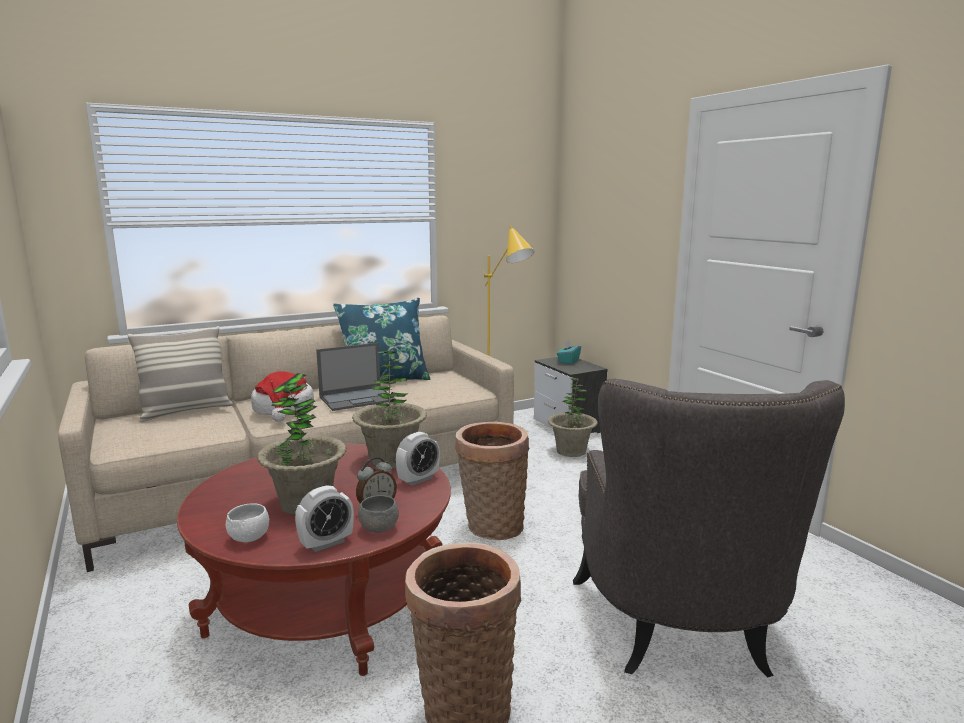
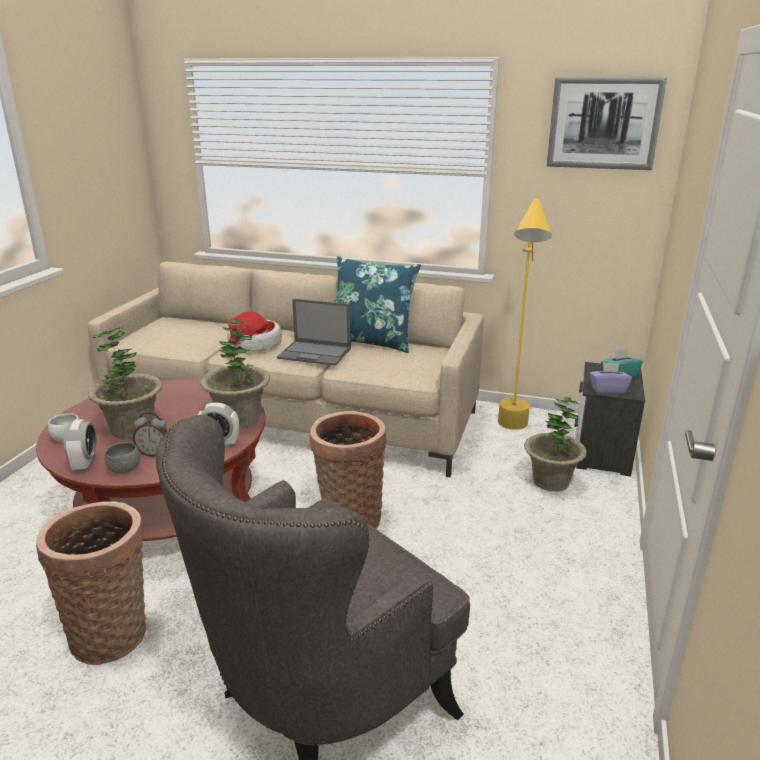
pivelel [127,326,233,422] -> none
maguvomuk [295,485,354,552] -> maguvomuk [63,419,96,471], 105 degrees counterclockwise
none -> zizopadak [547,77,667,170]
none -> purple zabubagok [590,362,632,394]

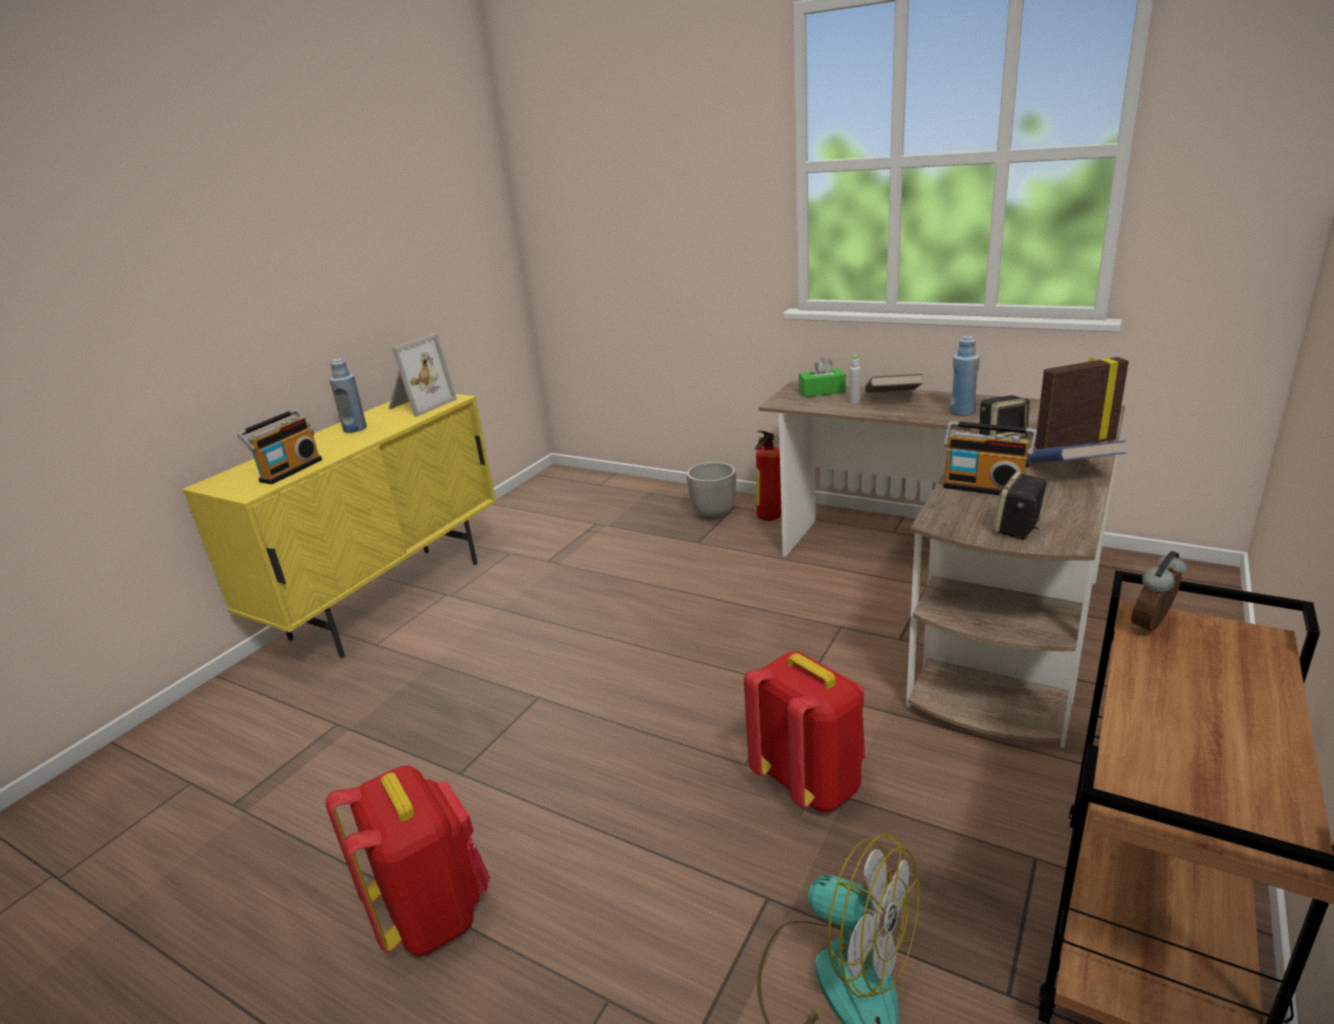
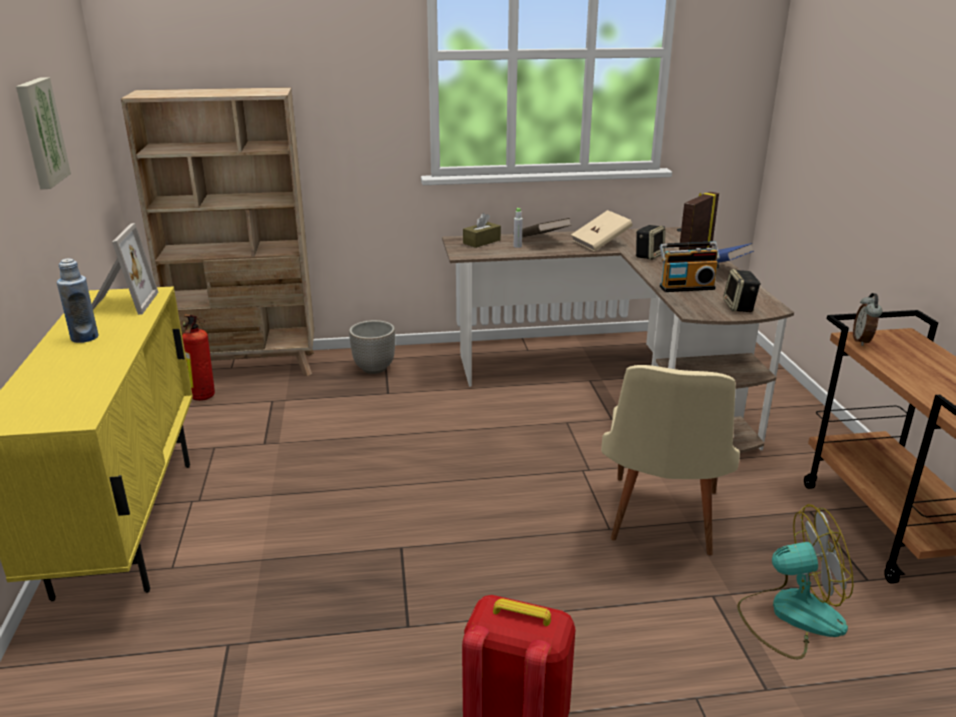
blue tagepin [950,336,980,416] -> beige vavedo [571,210,632,252]
green zabubagok [799,357,846,397] -> brown zabubagok [463,213,501,248]
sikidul [237,409,322,484] -> none
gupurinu [755,430,781,521] -> gupurinu [182,314,215,401], moved
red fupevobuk [744,651,865,813] -> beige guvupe [601,365,740,555]
none -> zizopadak [16,77,71,189]
none -> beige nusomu [121,87,314,376]

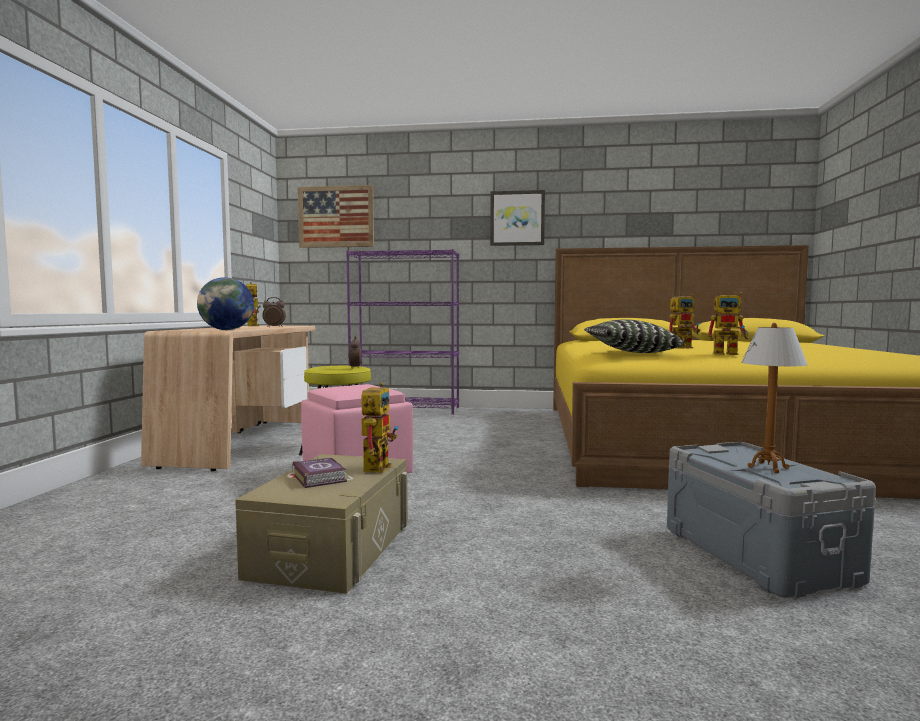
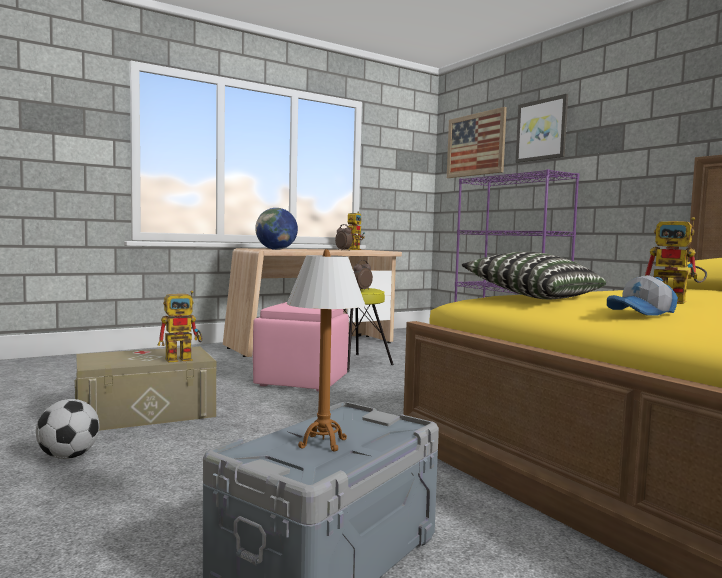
zizopadak [490,190,545,246] -> zizopadak [516,94,568,163], moved
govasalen [706,292,749,355] -> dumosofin [607,275,678,316]
vavedo [292,458,347,488] -> none
none -> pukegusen [36,399,99,459]

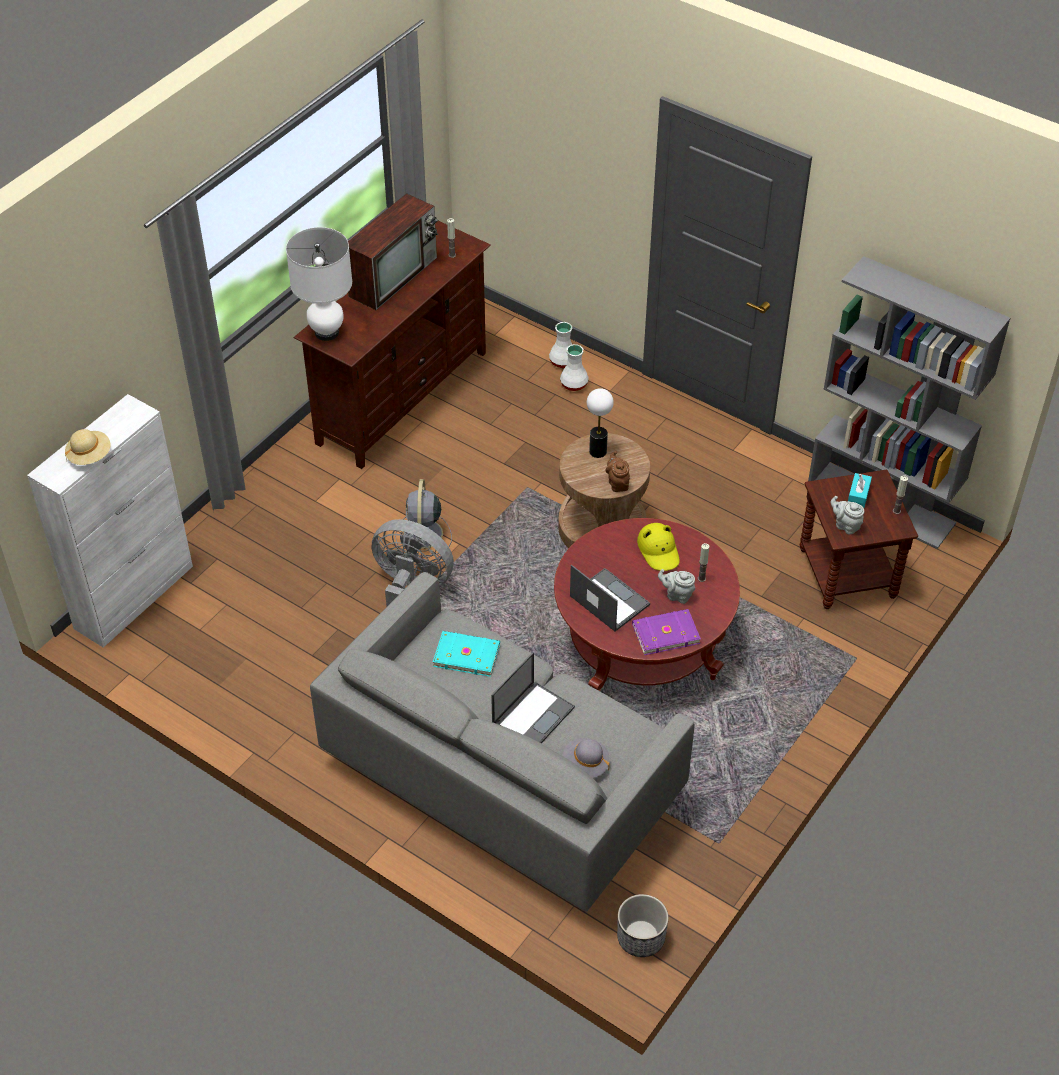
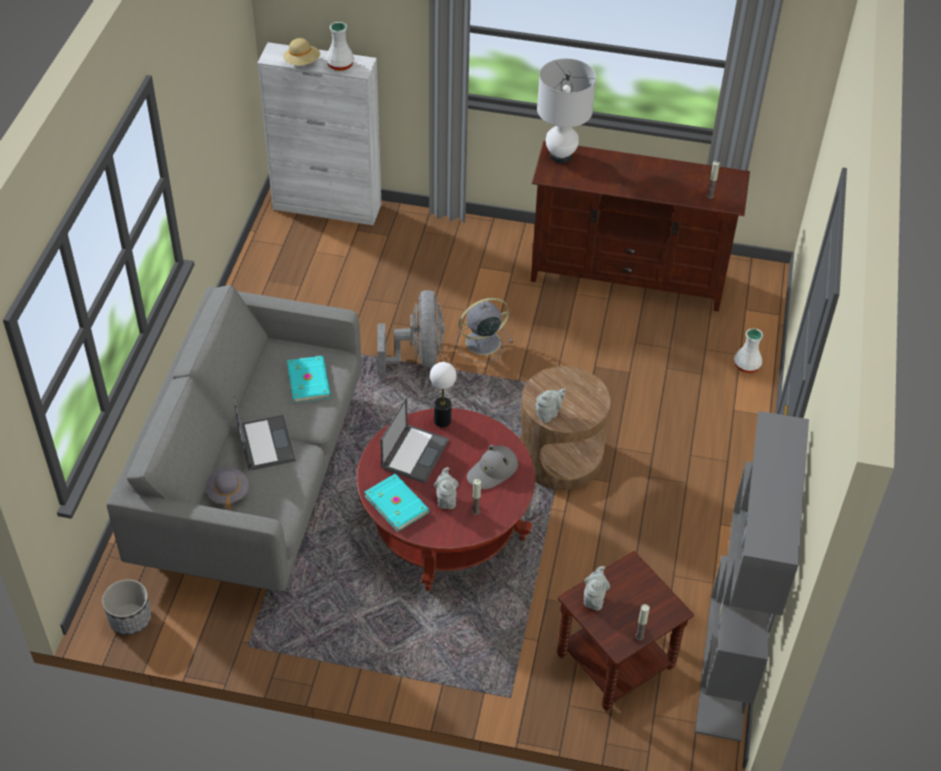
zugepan [348,193,439,310] -> none
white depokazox [560,344,589,391] -> white depokazox [326,22,354,71], moved
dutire [587,388,614,458] -> dutire [430,362,457,427], moved
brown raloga [605,451,630,492] -> grey raloga [536,388,566,423]
turquoise zabubagok [848,473,872,508] -> none
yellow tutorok [637,523,680,571] -> grey tutorok [467,445,518,489]
purple vavedo [632,609,701,655] -> turquoise vavedo [365,474,430,532]
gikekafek [491,652,575,743] -> gikekafek [234,397,296,471], 120 degrees counterclockwise

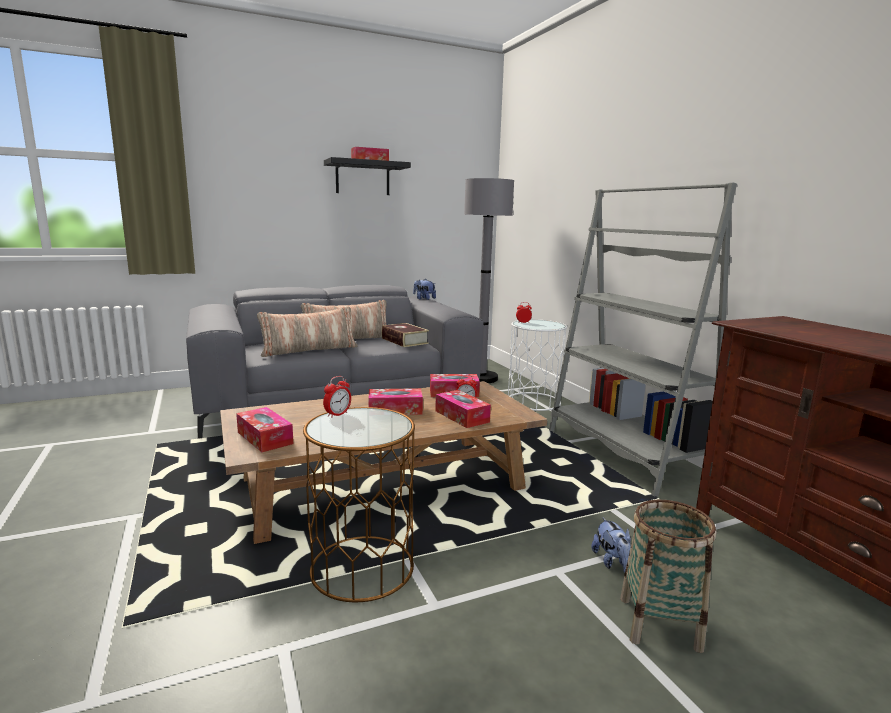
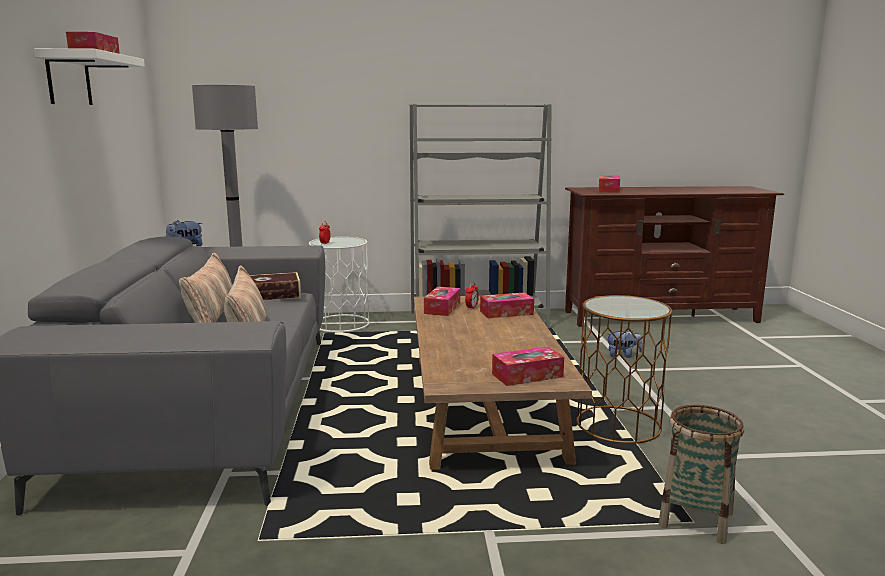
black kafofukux [324,157,411,195] -> white kafofukux [34,48,145,105]
maguvomuk [323,376,351,418] -> none
zabubagok [368,388,423,415] -> zabubagok [598,175,620,193], moved
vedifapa [620,500,716,653] -> vedifapa [659,405,744,544], moved

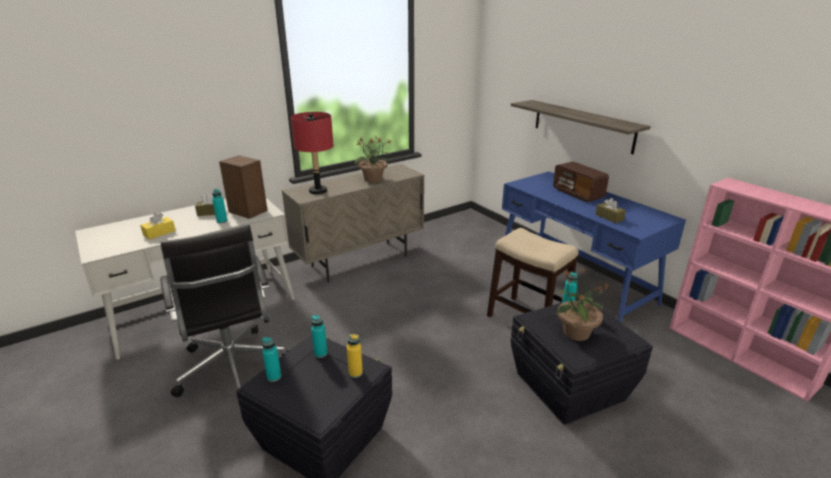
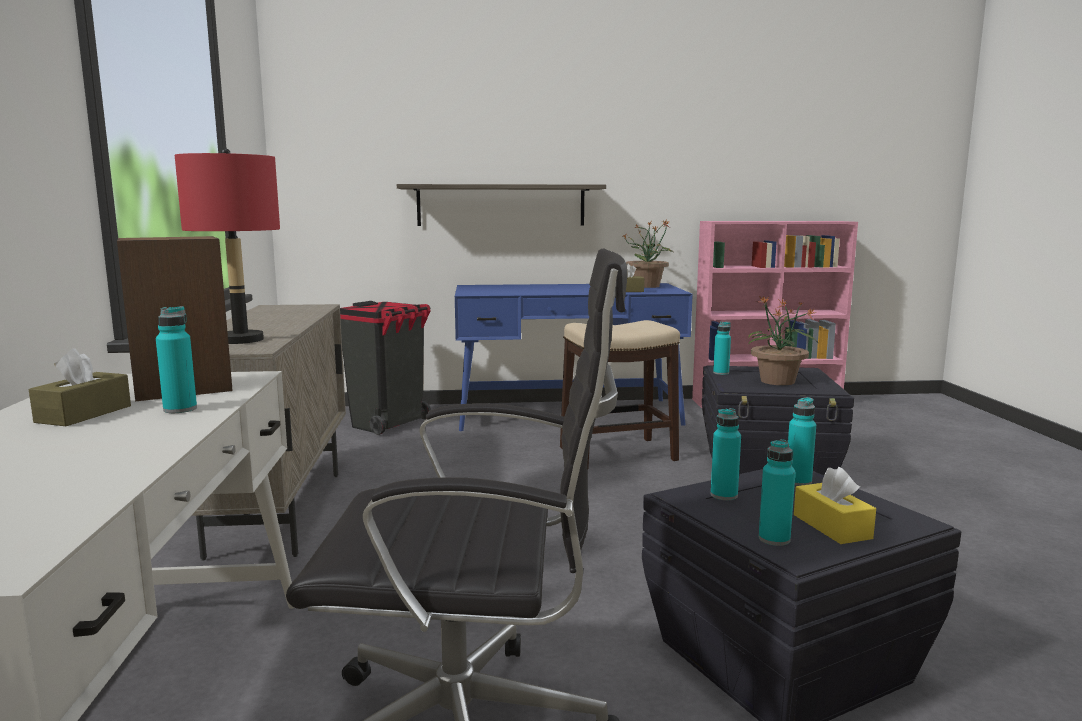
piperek [355,136,392,183] -> piperek [623,220,673,288], moved
sikidul [553,162,609,202] -> none
yellow zabubagok [140,213,176,239] -> yellow zabubagok [794,467,876,544], moved
yellow tagepin [347,334,363,378] -> turquoise tagepin [788,397,816,486]
none -> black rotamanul [340,301,431,435]

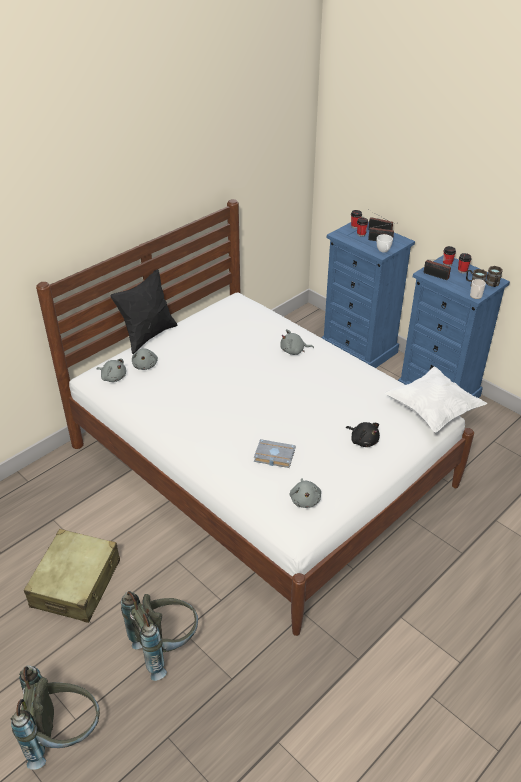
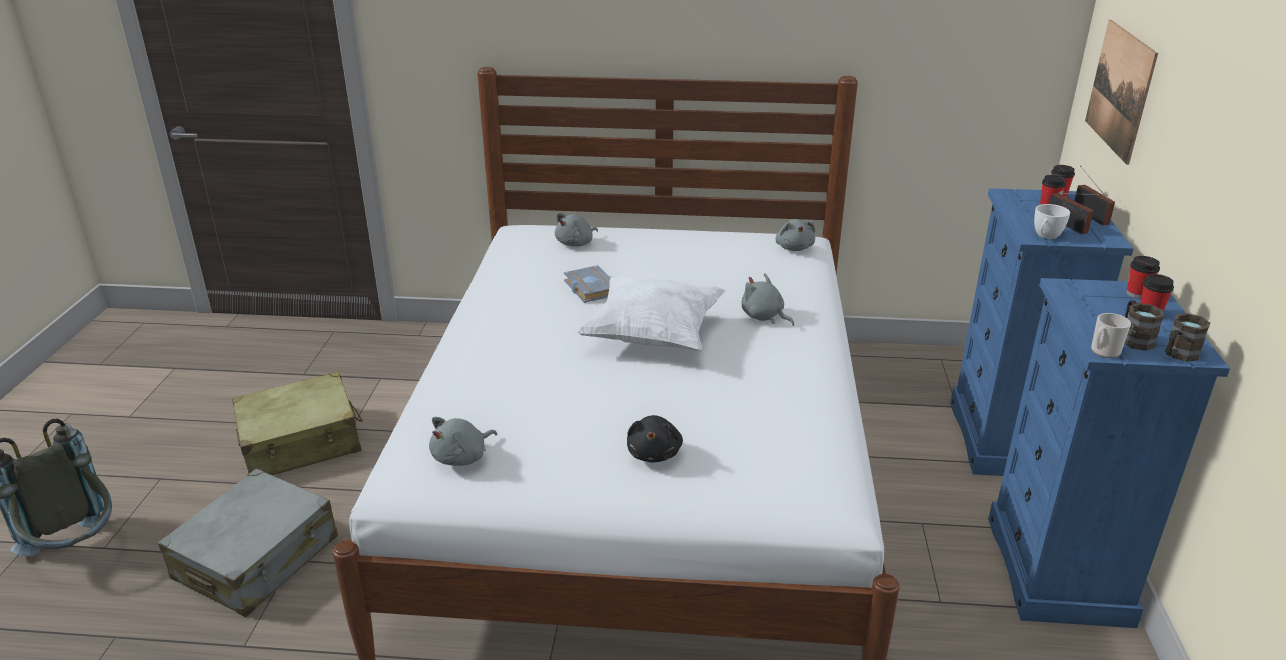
sikidul [424,260,451,280] -> none
black pivelel [110,269,177,354] -> none
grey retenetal [96,359,126,382] -> grey retenetal [775,219,815,251], moved
white pivelel [384,367,487,433] -> white pivelel [576,276,725,351], moved
grey vavedo [254,439,295,468] -> grey vavedo [564,265,610,303], moved
grey fupevobuk [121,591,198,681] -> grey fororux [158,469,338,617]
none -> zizopadak [1085,20,1158,165]

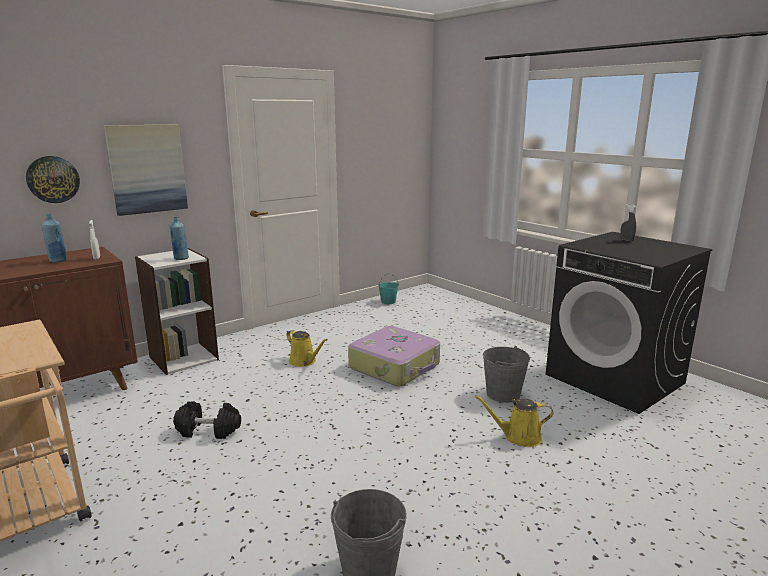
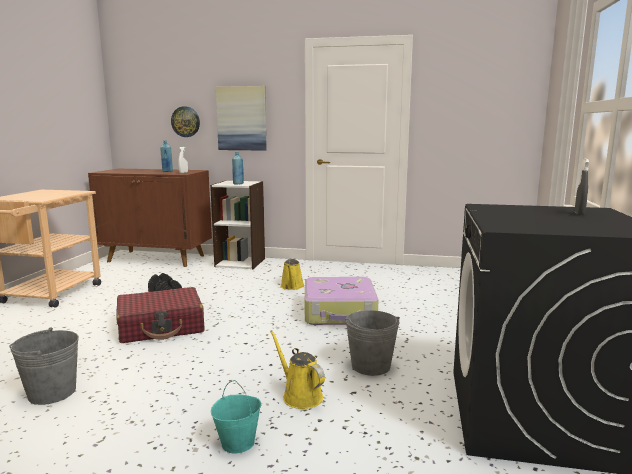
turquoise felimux [378,273,399,304] -> turquoise felimux [211,380,262,454], moved
none -> red fororux [117,287,205,343]

